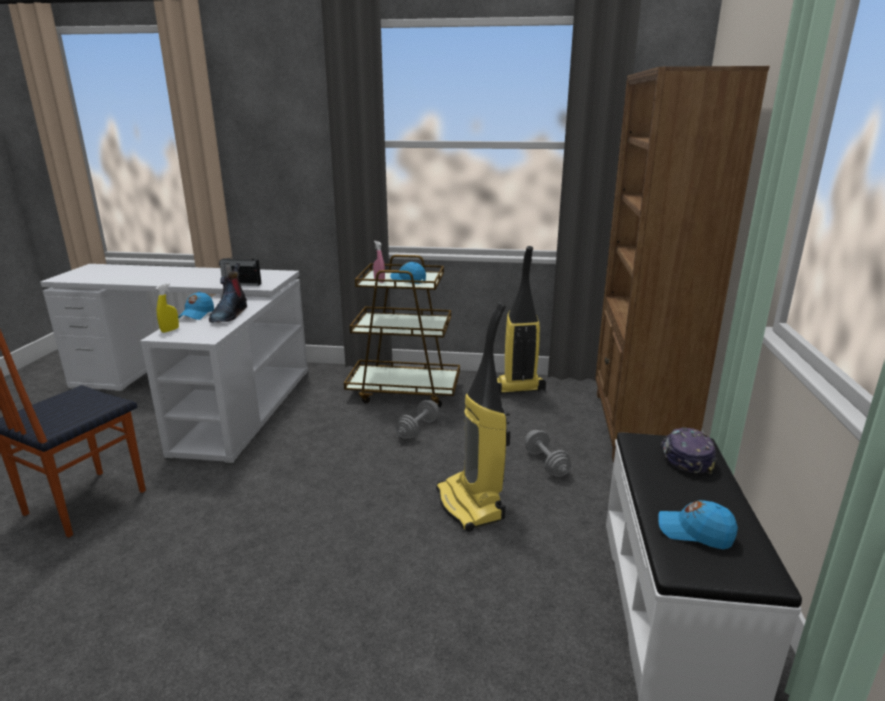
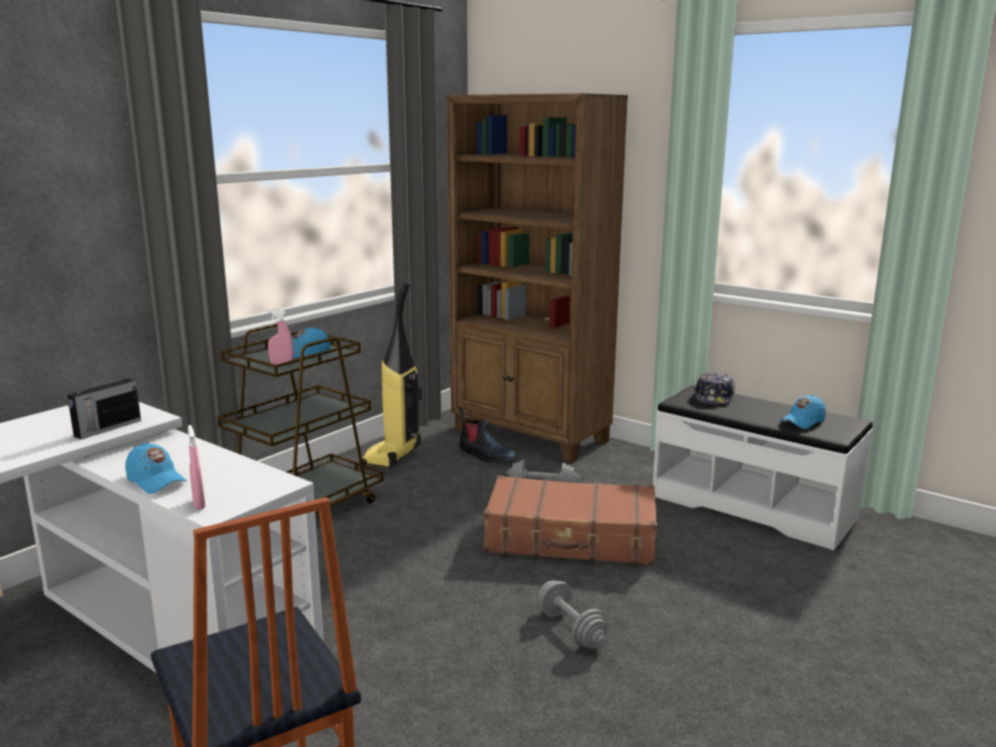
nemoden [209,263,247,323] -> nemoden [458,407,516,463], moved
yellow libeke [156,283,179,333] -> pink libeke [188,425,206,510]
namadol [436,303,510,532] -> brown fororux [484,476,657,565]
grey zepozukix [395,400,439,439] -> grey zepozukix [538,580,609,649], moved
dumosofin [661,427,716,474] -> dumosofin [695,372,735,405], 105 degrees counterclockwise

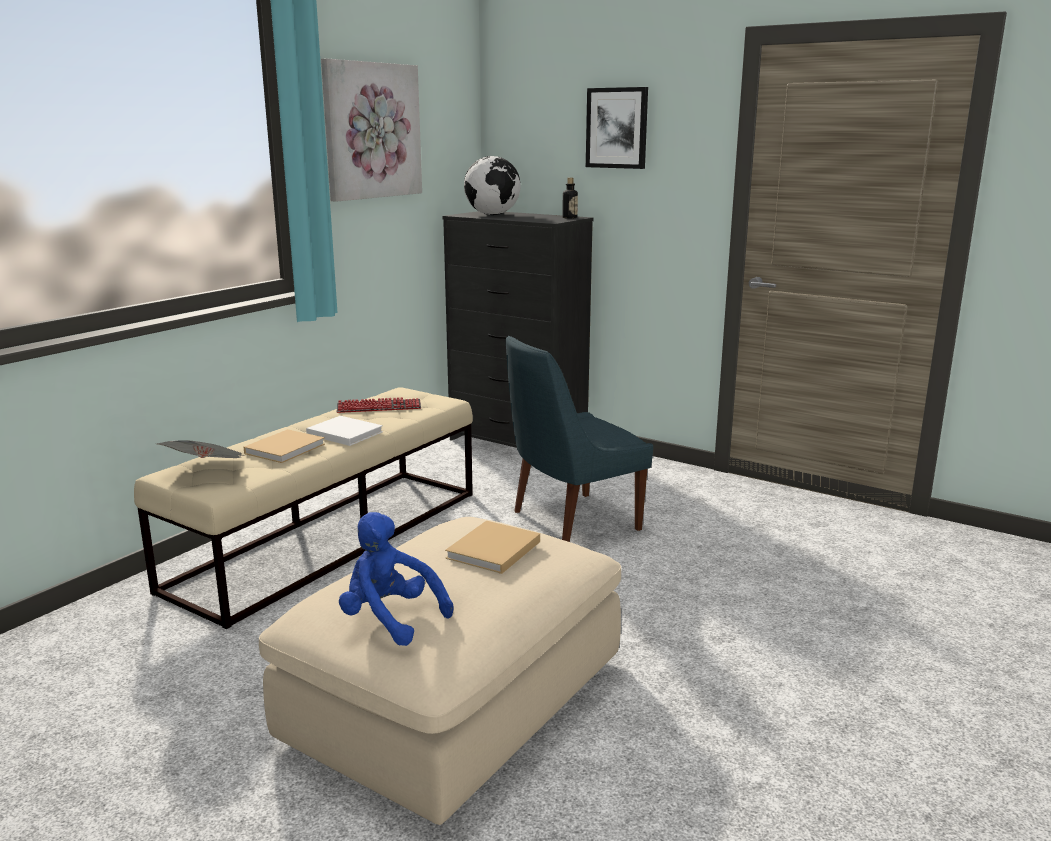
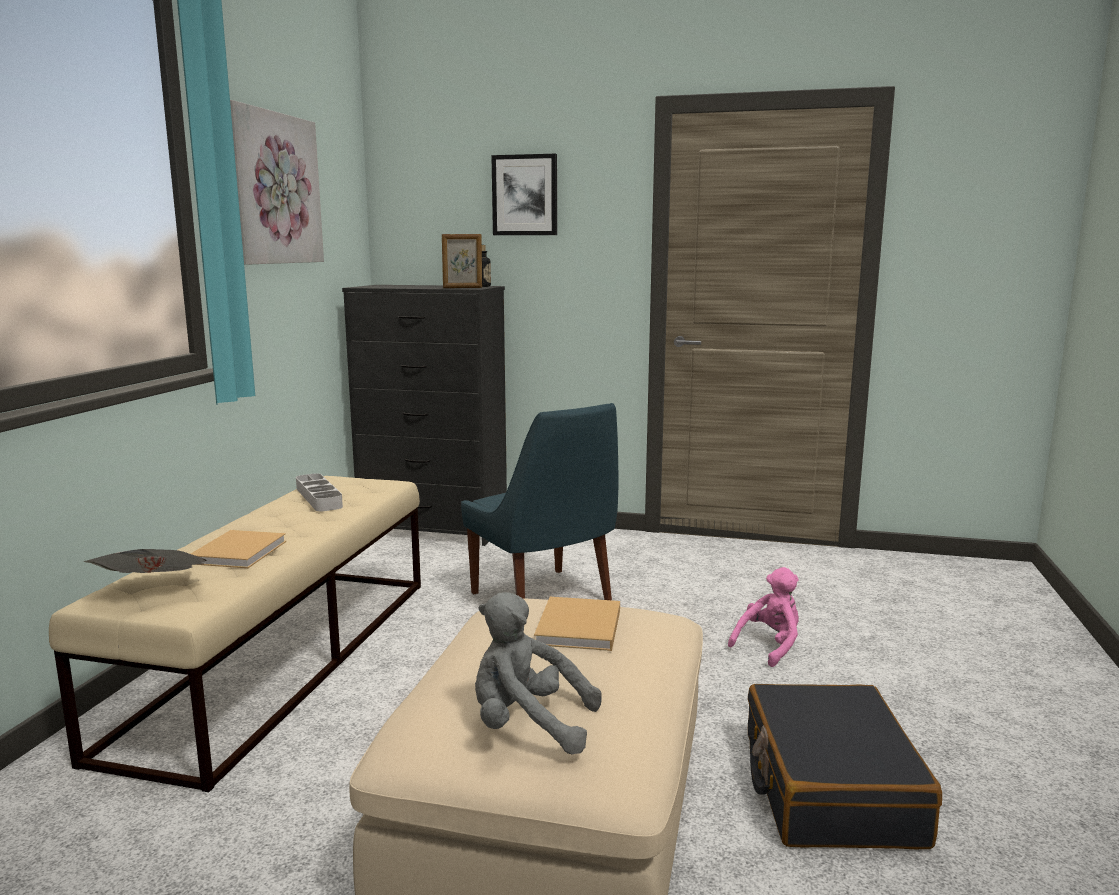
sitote [464,156,521,215] -> none
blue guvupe [506,336,653,542] -> blue guvupe [461,403,619,600], 75 degrees counterclockwise
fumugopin [337,397,421,413] -> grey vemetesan [296,474,343,511]
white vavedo [306,416,383,446] -> none
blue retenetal [339,512,453,646] -> grey retenetal [475,592,602,754]
none -> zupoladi [442,234,482,288]
none -> pink retenetal [728,567,799,667]
none -> black fororux [748,684,942,849]

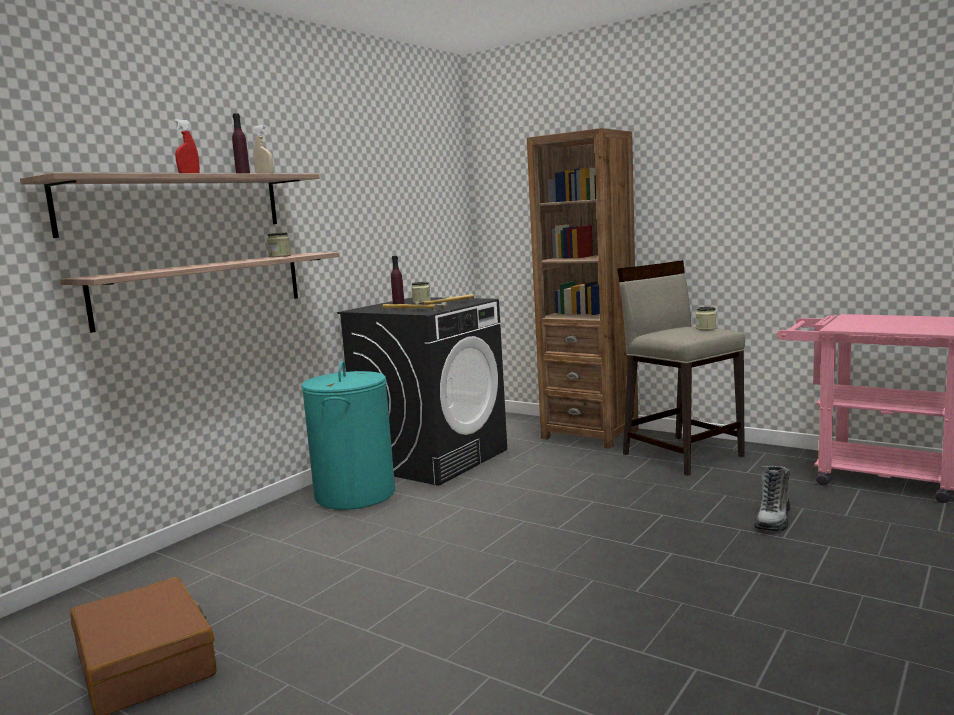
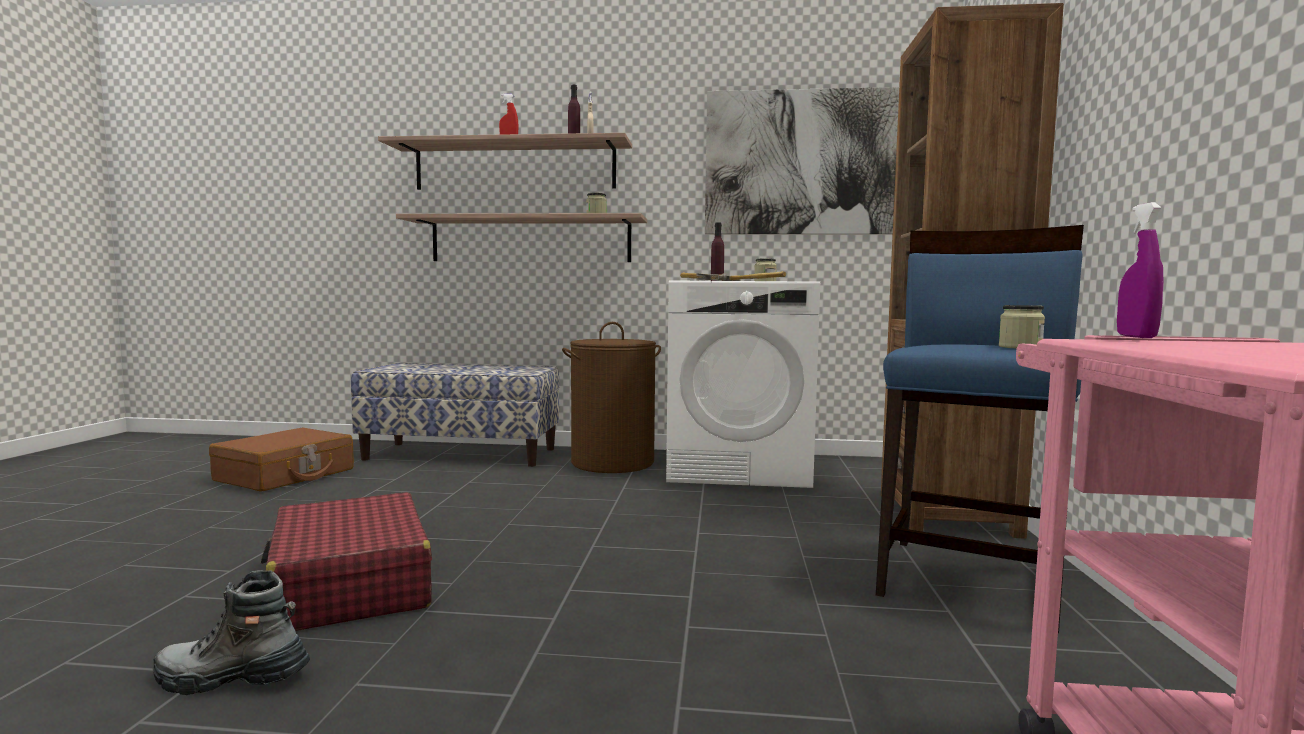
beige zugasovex [617,260,745,476] -> blue zugasovex [876,225,1084,633]
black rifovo [337,297,507,486] -> white rifovo [666,280,820,488]
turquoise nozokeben [301,361,395,510] -> brown nozokeben [562,322,661,473]
nemoden [754,466,791,532] -> nemoden [153,570,310,695], moved
none -> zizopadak [705,87,899,234]
none -> purple libeke [1117,202,1164,338]
none -> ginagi [351,363,559,467]
none -> red fororux [261,492,432,631]

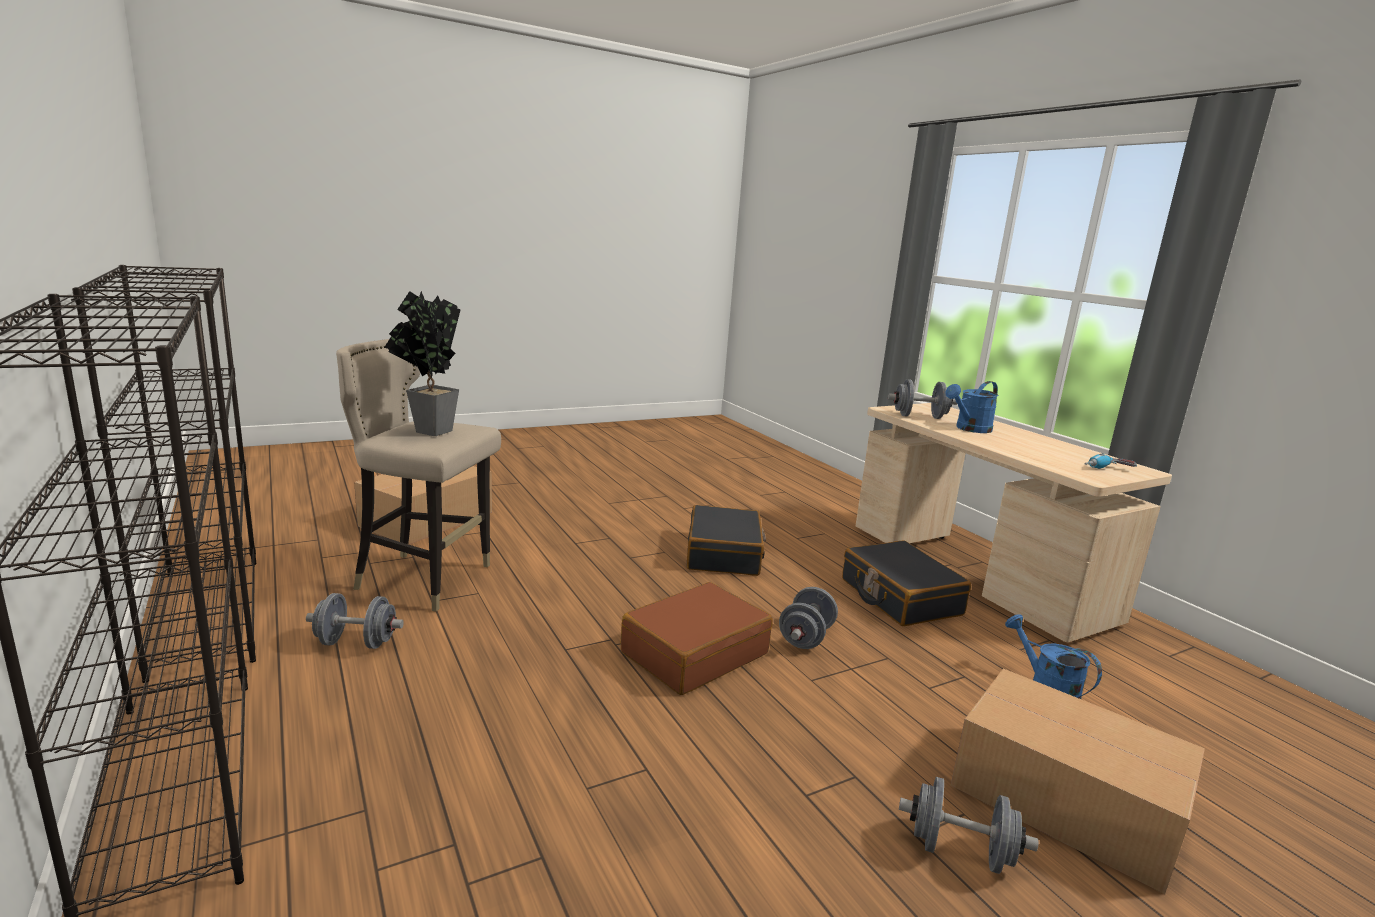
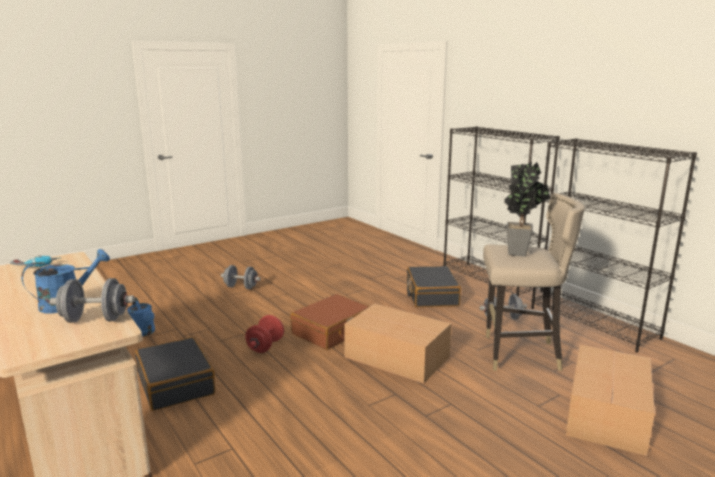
black fororux [687,505,766,576] -> black fororux [407,266,461,307], moved
grey zepozukix [779,587,838,649] -> red zepozukix [245,315,284,353]
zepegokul [951,668,1205,894] -> zepegokul [344,304,451,384], moved

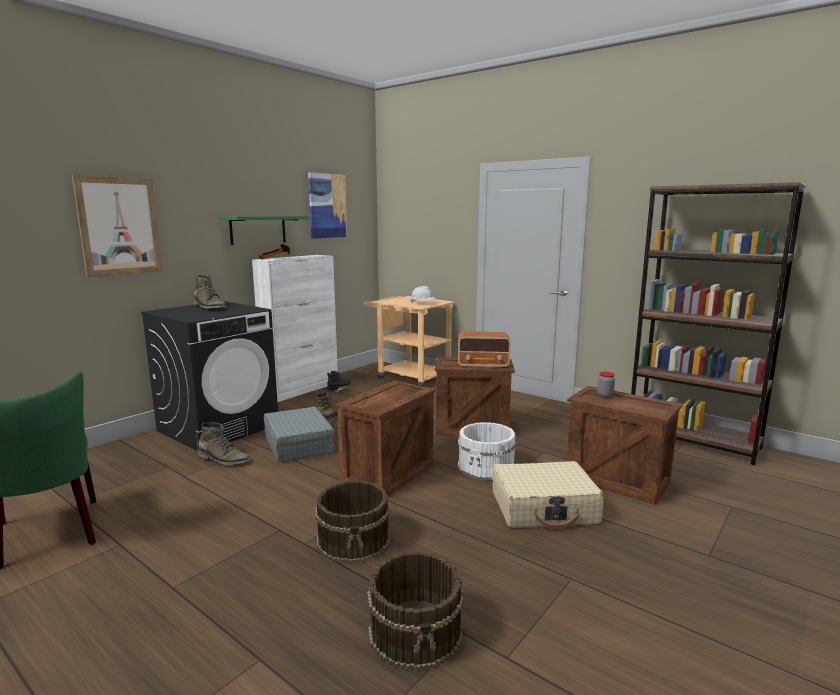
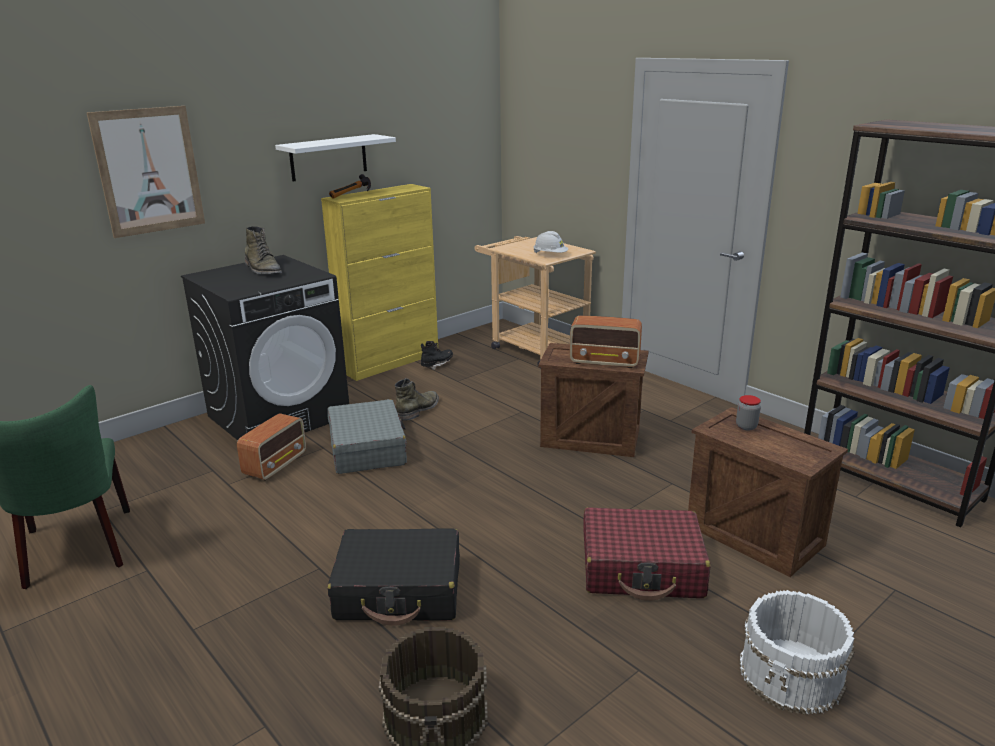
zizopadak [308,172,347,238] -> none
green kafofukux [219,216,310,245] -> white kafofukux [275,134,396,181]
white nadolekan [252,255,338,402] -> yellow nadolekan [321,184,438,381]
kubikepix [335,380,436,495] -> none
green nemoden [198,422,250,465] -> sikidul [237,413,306,481]
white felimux [458,422,516,481] -> white felimux [739,590,854,715], moved
beige fororux [493,461,604,529] -> red fororux [583,507,711,601]
brown felimux [315,481,390,564] -> black fororux [328,528,460,626]

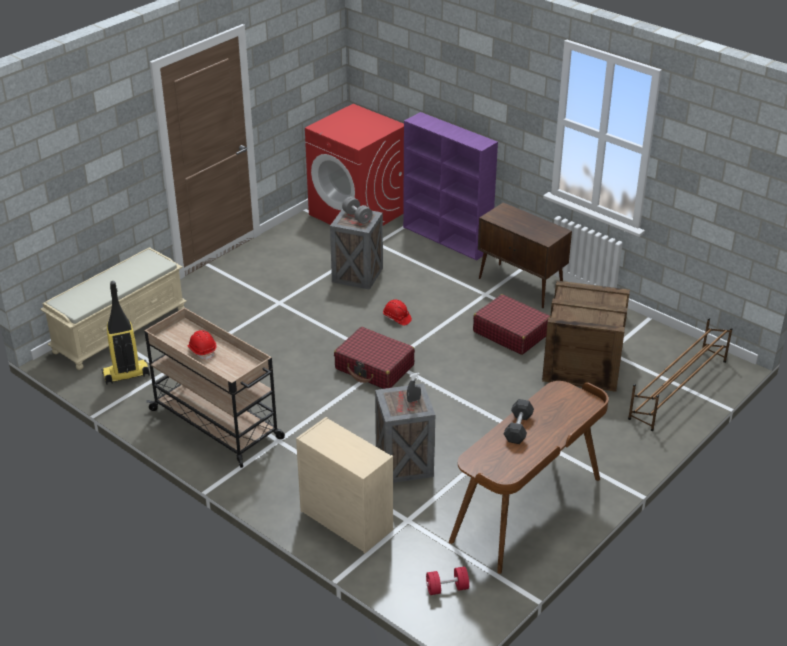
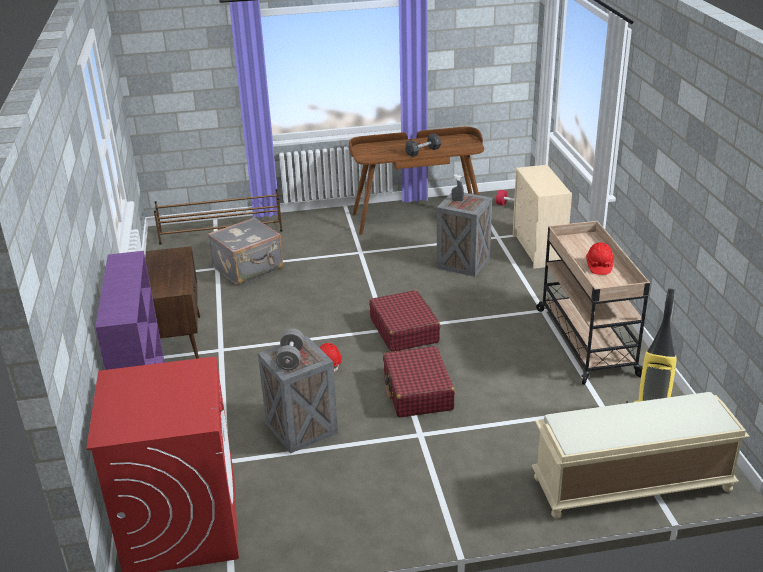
kubikepix [542,281,630,392] -> grey fororux [207,217,283,285]
red fororux [473,294,550,355] -> red fororux [383,346,455,418], moved

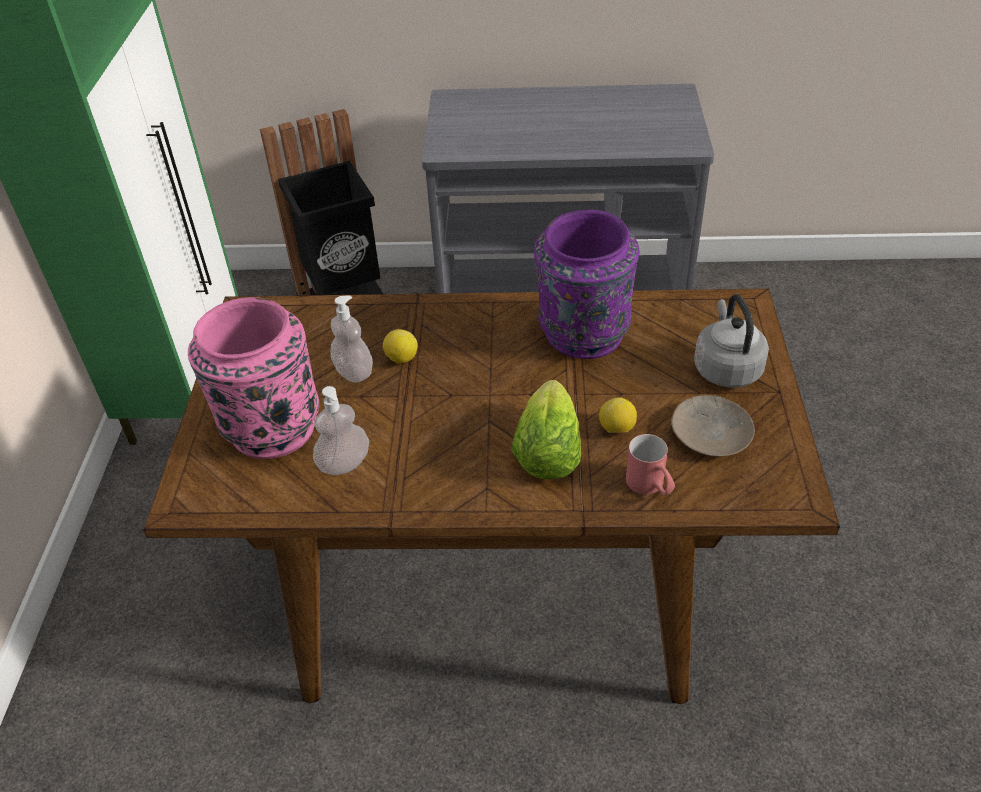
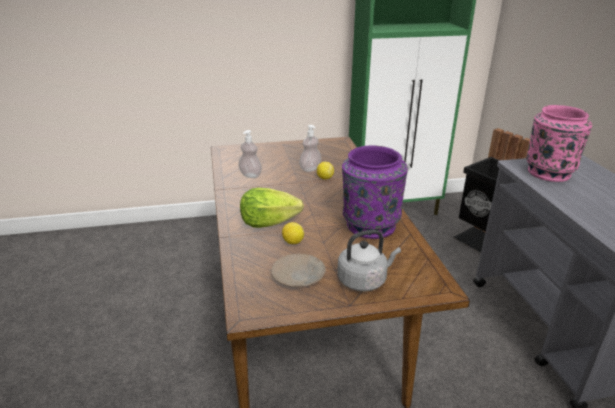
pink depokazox [188,297,319,459] -> pink depokazox [526,105,592,182], moved
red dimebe [626,434,675,495] -> none

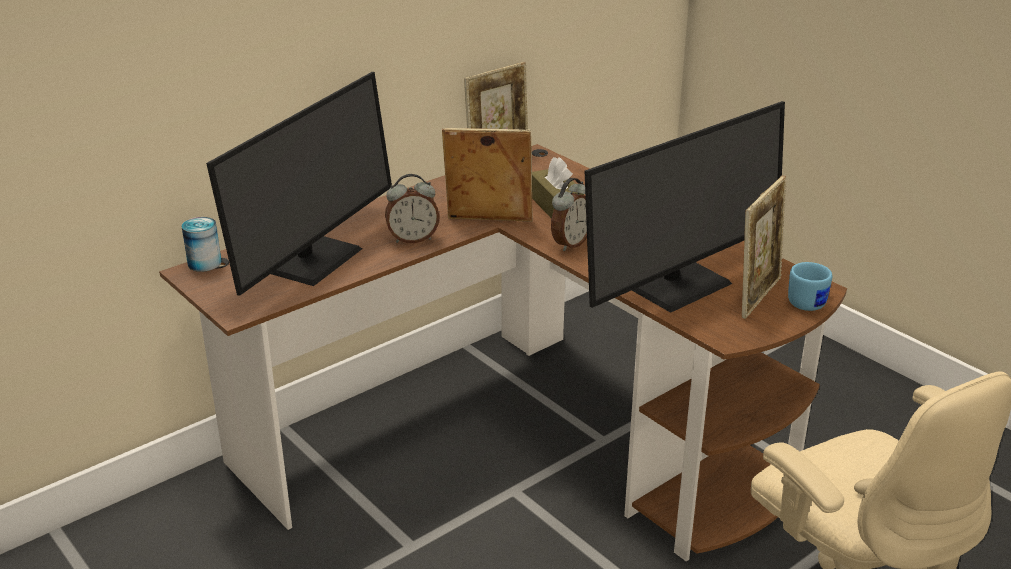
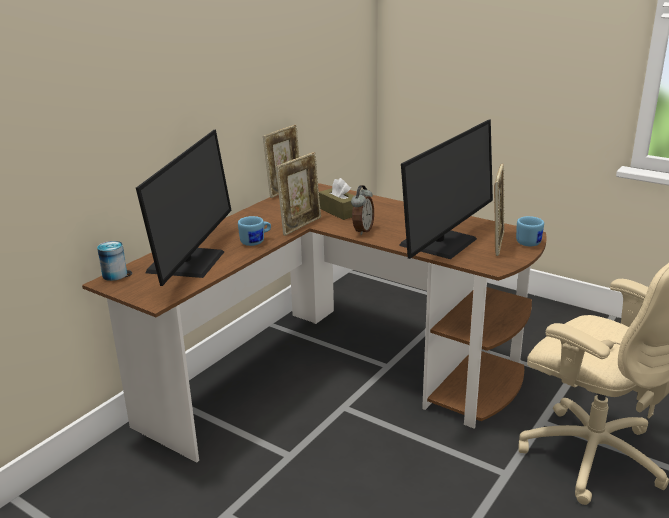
zupoladi [442,128,533,222] -> zupoladi [276,152,321,236], 135 degrees clockwise
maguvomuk [385,174,440,243] -> blue dimebe [238,216,271,246]

